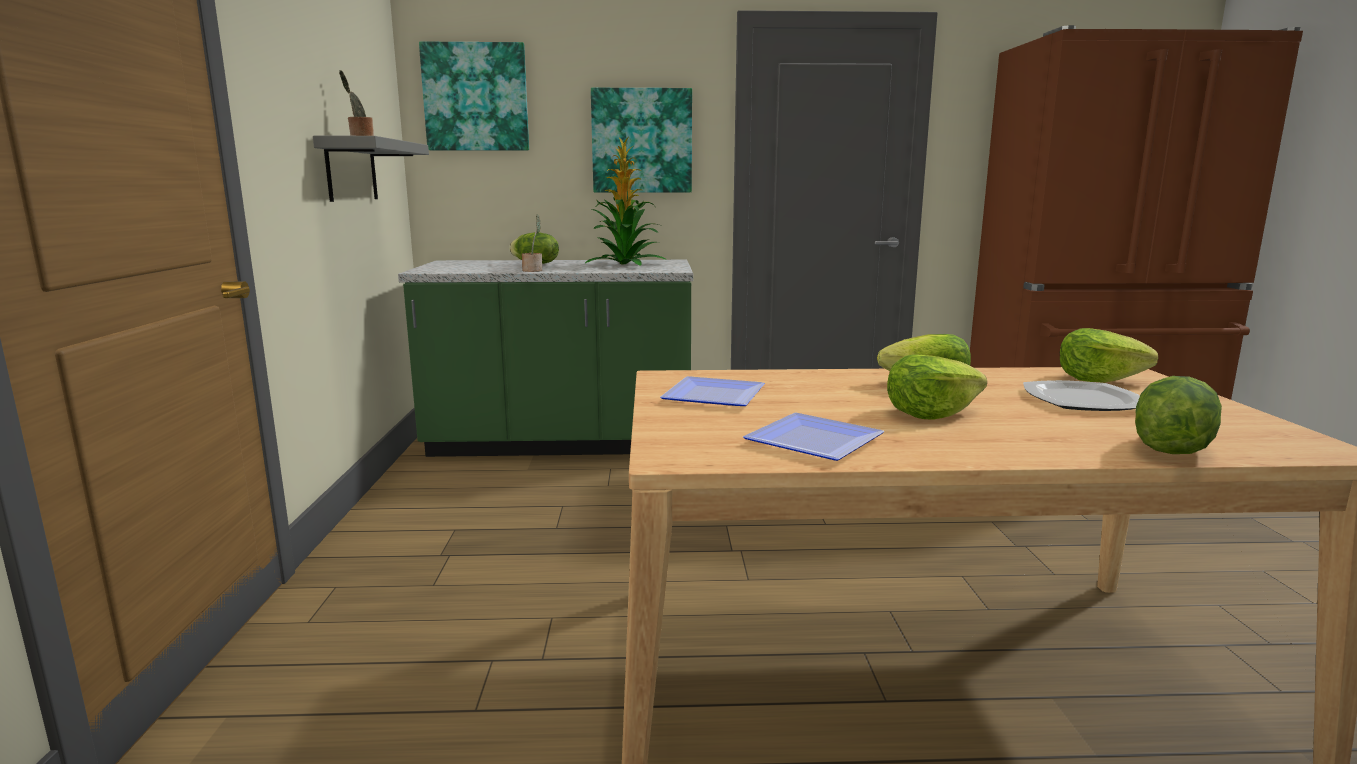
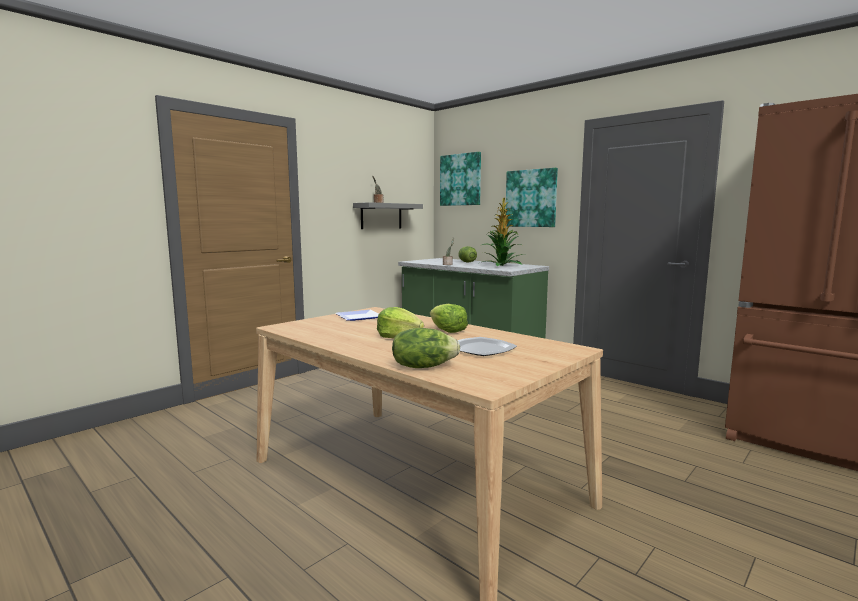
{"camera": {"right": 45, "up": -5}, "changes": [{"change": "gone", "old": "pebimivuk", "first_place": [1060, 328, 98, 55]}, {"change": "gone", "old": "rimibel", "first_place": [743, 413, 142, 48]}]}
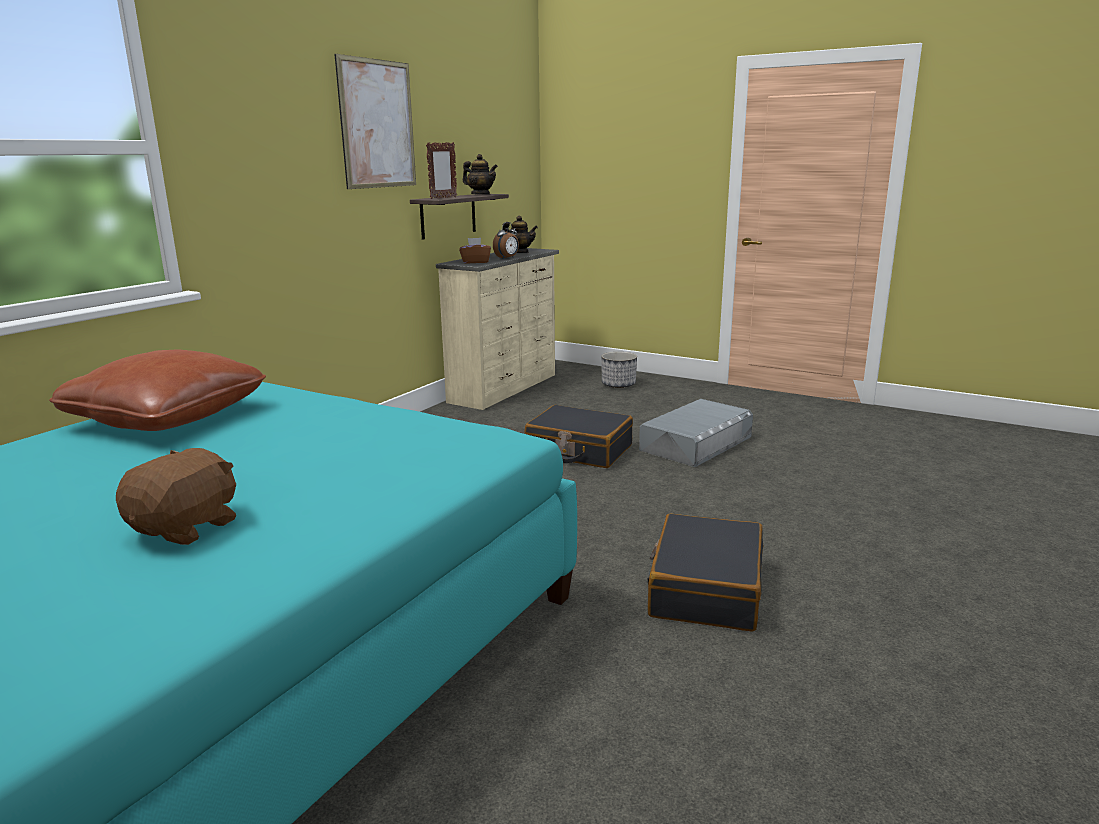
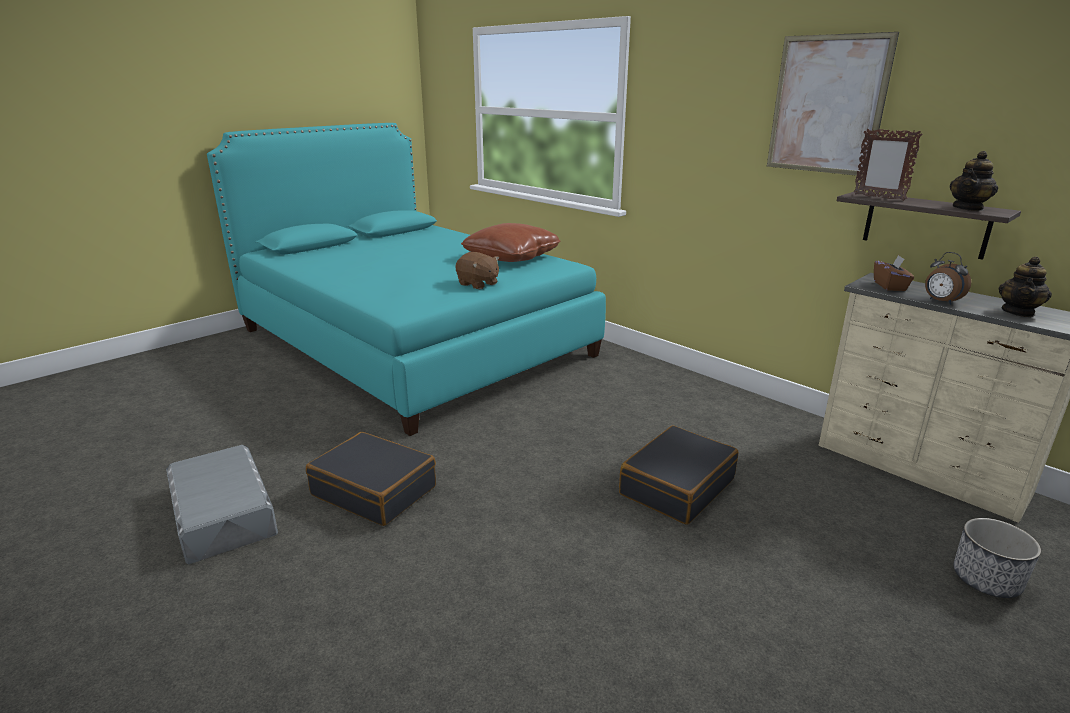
{"camera": {"right": 105, "up": 5}, "changes": [{"change": "shifted", "old": "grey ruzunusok", "first_place": [639, 399, 114, 68], "second_place": [166, 445, 112, 119]}, {"change": "shifted", "old": "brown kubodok", "first_place": [116, 448, 120, 97], "second_place": [455, 252, 44, 37]}]}
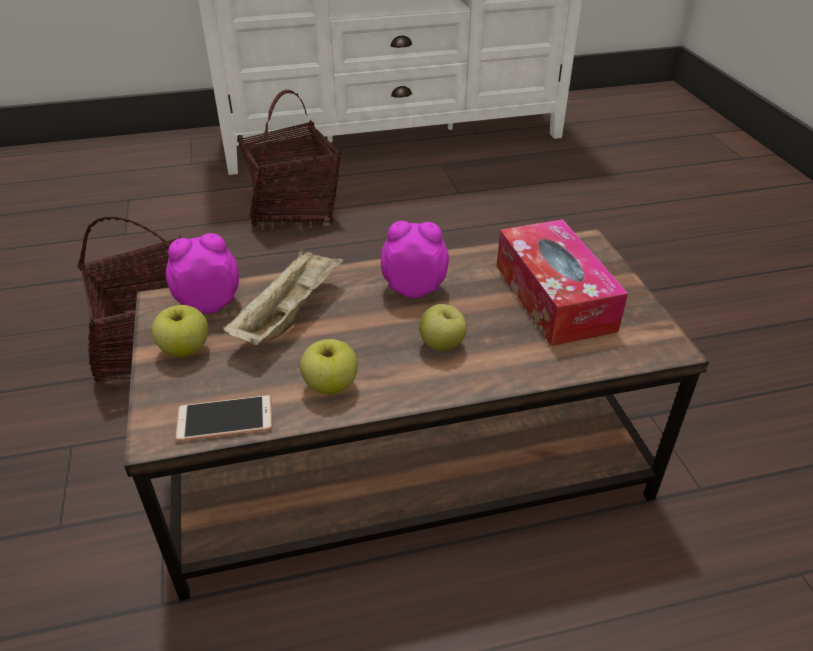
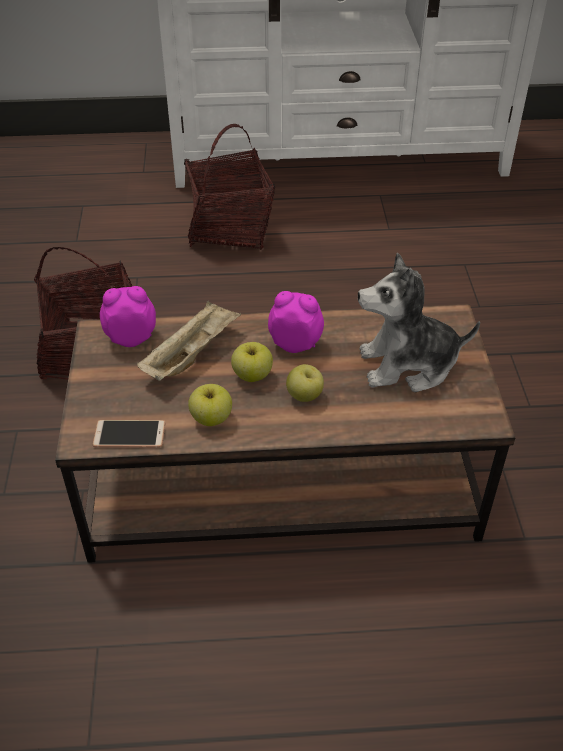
{"camera": {"right": 10, "up": 5}, "changes": [{"change": "swapped", "old": "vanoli", "new": "kubodok", "first_place": [497, 219, 131, 127], "second_place": [358, 253, 122, 139]}, {"change": "shifted", "old": "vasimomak", "first_place": [152, 305, 56, 52], "second_place": [231, 342, 42, 40]}]}
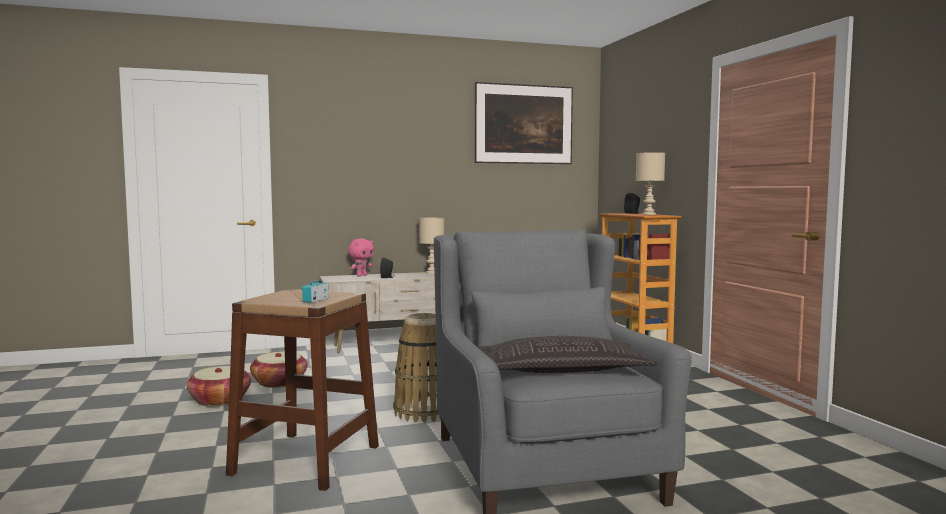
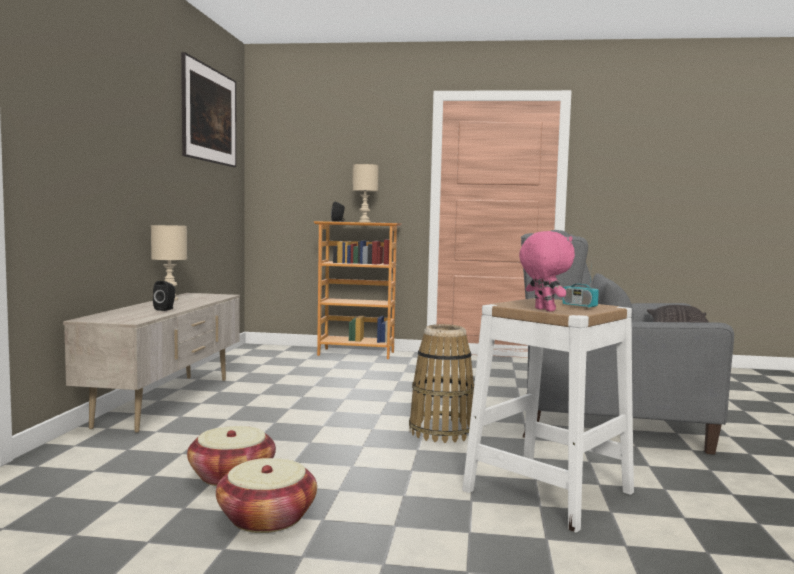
{"camera": {"right": -65, "up": 0}, "changes": [{"change": "shifted", "old": "pink kubodok", "first_place": [348, 239, 26, 37], "second_place": [519, 231, 56, 80]}, {"change": "repainted", "old": "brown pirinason", "new": "white pirinason", "first_place": [226, 289, 153, 202], "second_place": [462, 298, 172, 235]}]}
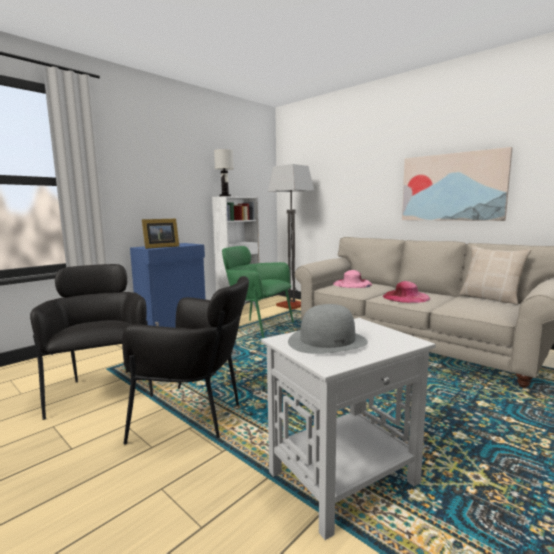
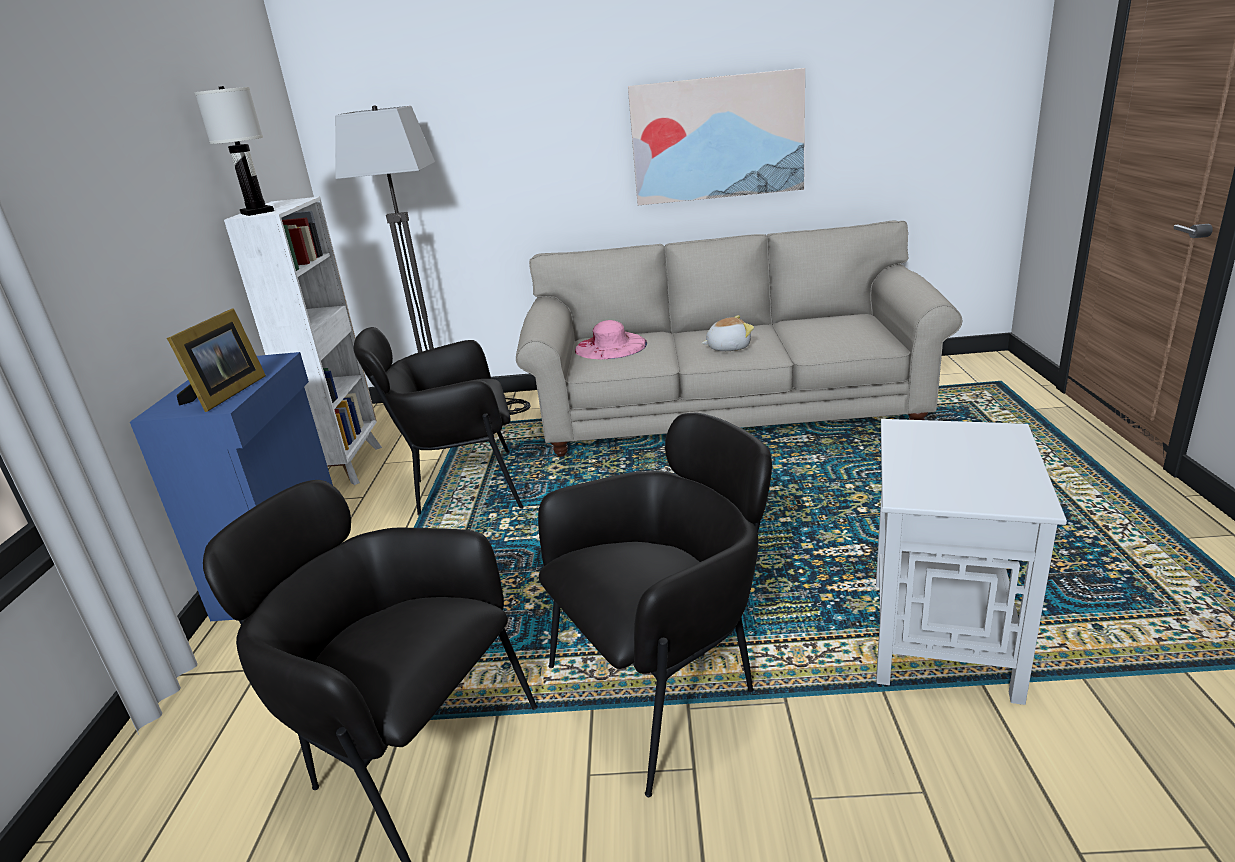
{"camera": {"right": -40, "up": 15}, "changes": [{"change": "gone", "old": "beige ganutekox", "first_place": [459, 245, 72, 60]}, {"change": "repainted", "old": "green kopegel", "new": "black kopegel", "first_place": [222, 246, 72, 92], "second_place": [353, 327, 171, 188]}, {"change": "swapped", "old": "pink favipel", "new": "kubodok", "first_place": [383, 281, 47, 22], "second_place": [702, 315, 52, 36]}, {"change": "gone", "old": "grey favipel", "first_place": [288, 304, 80, 50]}]}
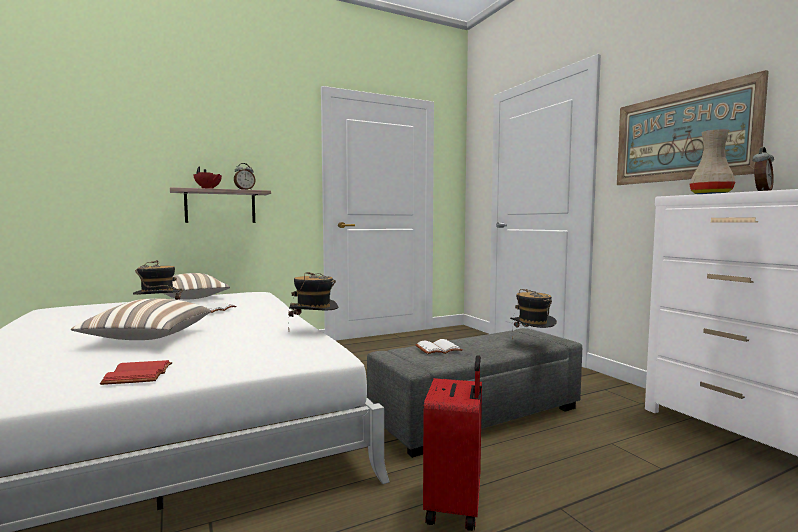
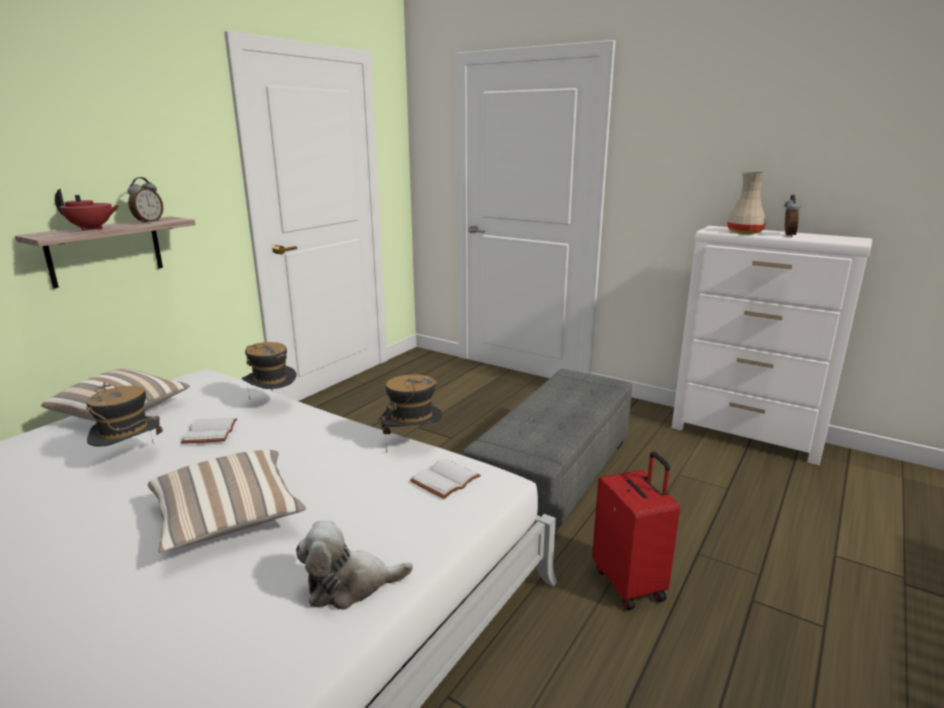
{"camera": {"right": -30, "up": 15}, "changes": [{"change": "gone", "old": "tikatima", "first_place": [617, 70, 152, 115]}, {"change": "shifted", "old": "favipel", "first_place": [510, 289, 47, 51], "second_place": [242, 342, 55, 57]}, {"change": "shifted", "old": "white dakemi", "first_place": [415, 339, 48, 15], "second_place": [410, 459, 71, 40]}, {"change": "swapped", "old": "red dakemi", "new": "kubodok", "first_place": [100, 360, 73, 25], "second_place": [296, 520, 117, 90]}]}
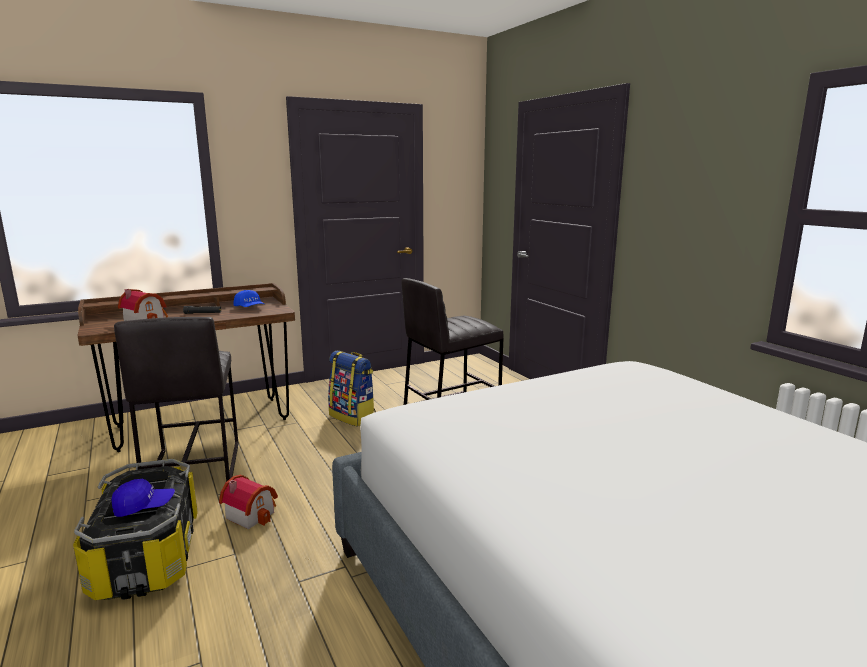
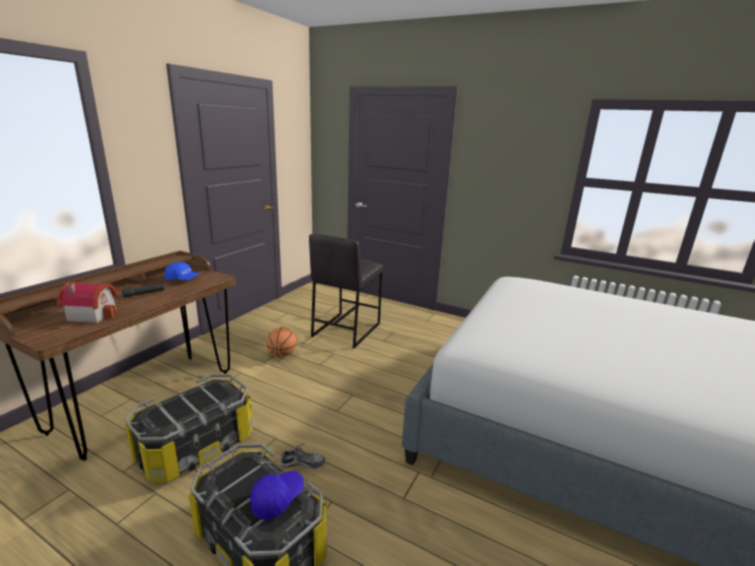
{"camera": {"right": -35, "up": 5}, "changes": [{"change": "swapped", "old": "grey pirinason", "new": "ruzunusok", "first_place": [114, 317, 125, 165], "second_place": [125, 374, 128, 108]}, {"change": "swapped", "old": "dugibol", "new": "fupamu", "first_place": [328, 351, 48, 76], "second_place": [266, 327, 31, 30]}, {"change": "swapped", "old": "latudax", "new": "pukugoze", "first_place": [219, 475, 59, 54], "second_place": [280, 443, 45, 26]}]}
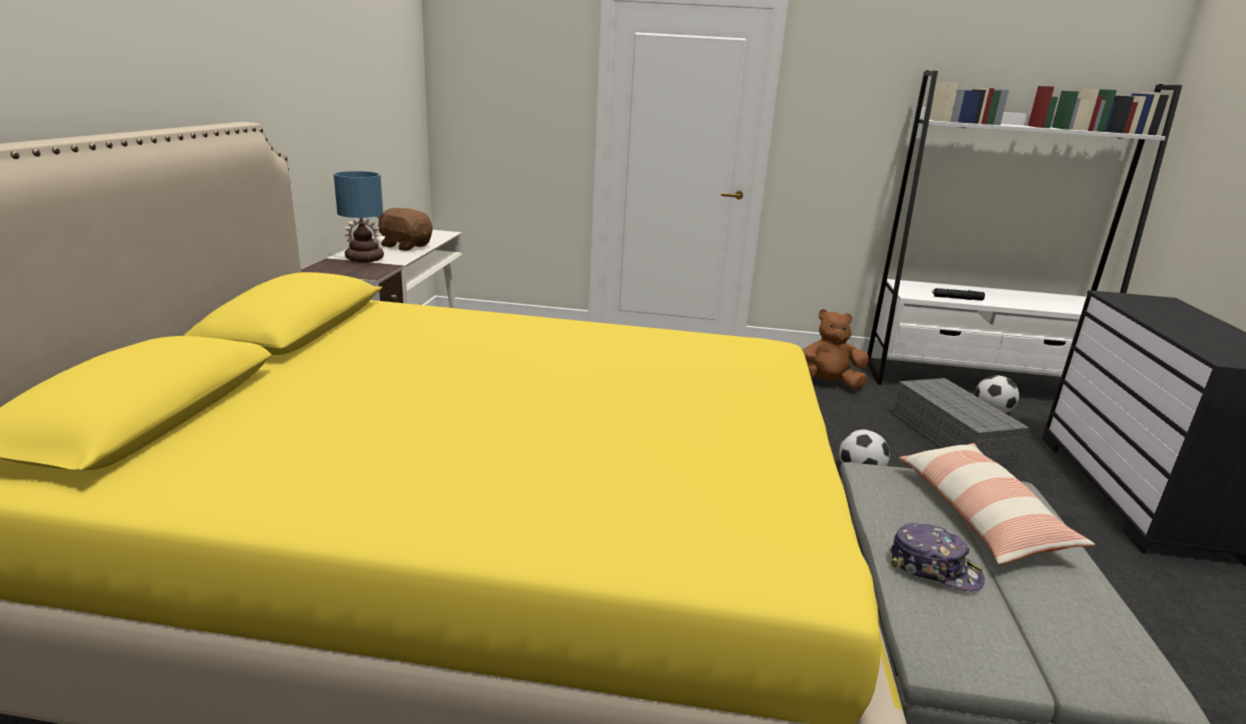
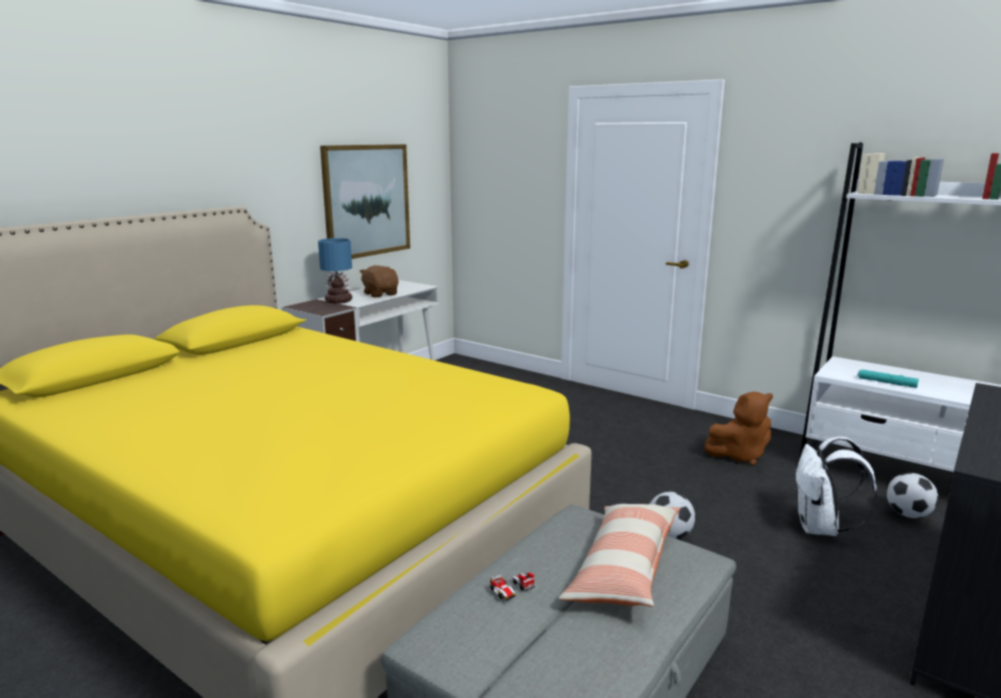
{"camera": {"right": 30, "up": -5}, "changes": [{"change": "repainted", "old": "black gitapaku", "new": "turquoise gitapaku", "first_place": [932, 288, 53, 12], "second_place": [857, 369, 62, 19]}, {"change": "rotated", "old": "brown kubodok", "first_place": [802, 309, 67, 80], "second_place": [704, 392, 69, 74], "degrees": 135}, {"change": "swapped", "old": "grey ruzunusok", "new": "white dugibol", "first_place": [893, 378, 136, 87], "second_place": [796, 437, 82, 99]}, {"change": "swapped", "old": "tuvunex", "new": "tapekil", "first_place": [890, 523, 95, 68], "second_place": [490, 573, 45, 27]}, {"change": "new", "new": "tikatima", "second_place": [320, 144, 90, 115]}]}
